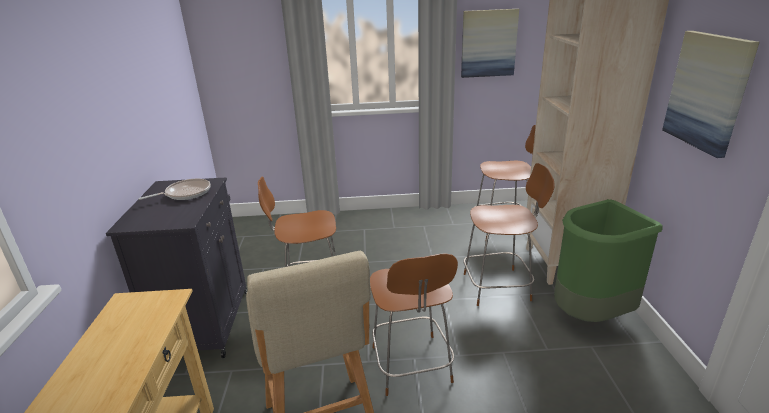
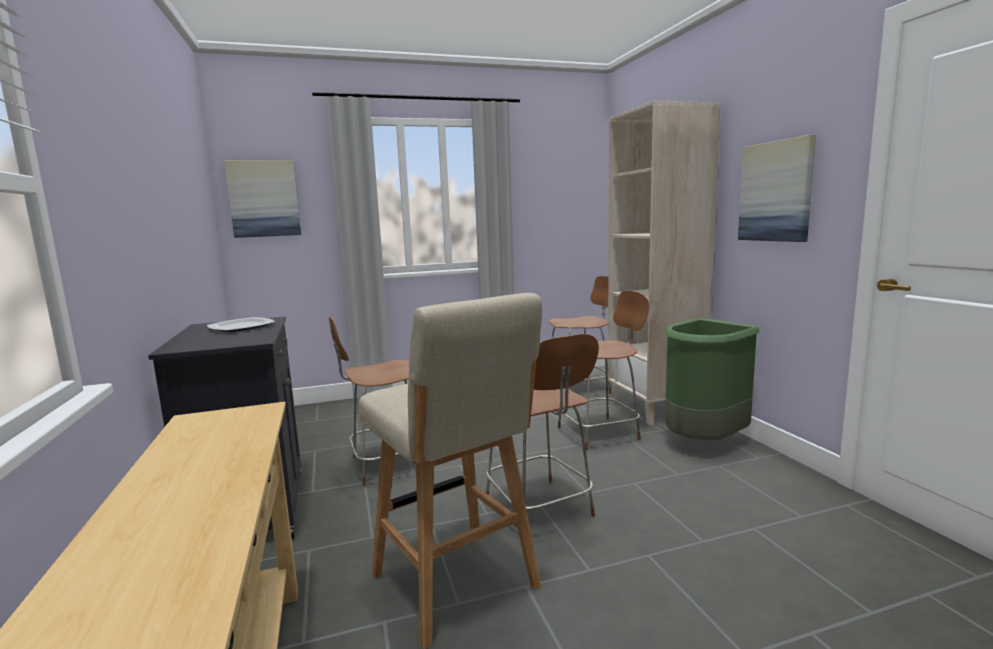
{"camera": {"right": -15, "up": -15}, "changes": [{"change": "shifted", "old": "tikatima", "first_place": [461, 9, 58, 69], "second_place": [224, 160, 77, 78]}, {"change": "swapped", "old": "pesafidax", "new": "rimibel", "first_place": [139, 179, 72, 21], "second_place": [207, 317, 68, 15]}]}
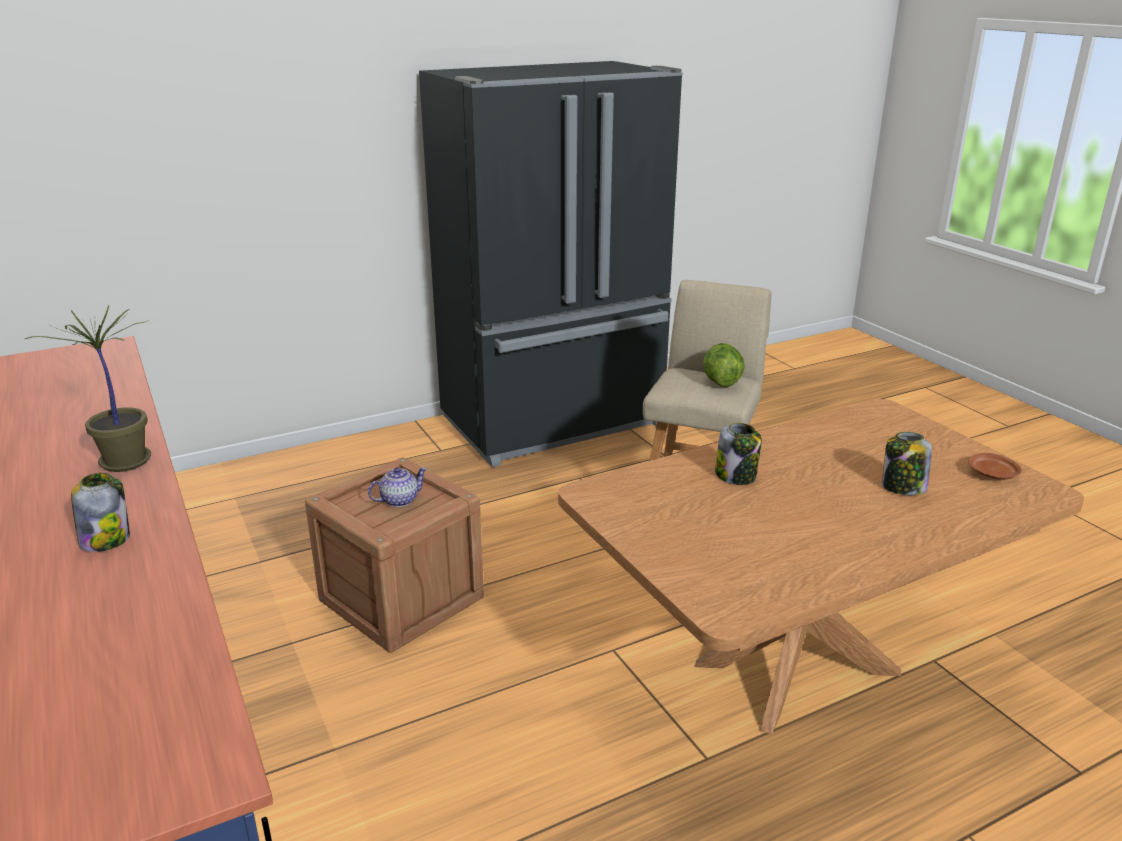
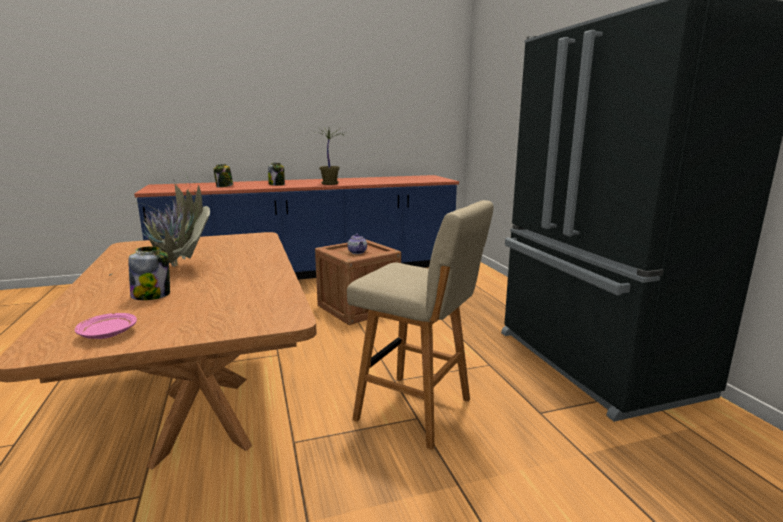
{"camera": {"right": 100, "up": -10}, "changes": [{"change": "gone", "old": "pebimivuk", "first_place": [703, 343, 42, 44]}, {"change": "shifted", "old": "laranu", "first_place": [715, 423, 47, 62], "second_place": [213, 164, 21, 23]}, {"change": "repainted", "old": "brown rimibel", "new": "pink rimibel", "first_place": [968, 453, 54, 27], "second_place": [75, 313, 62, 26]}, {"change": "new", "new": "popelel", "second_place": [109, 171, 101, 105]}]}
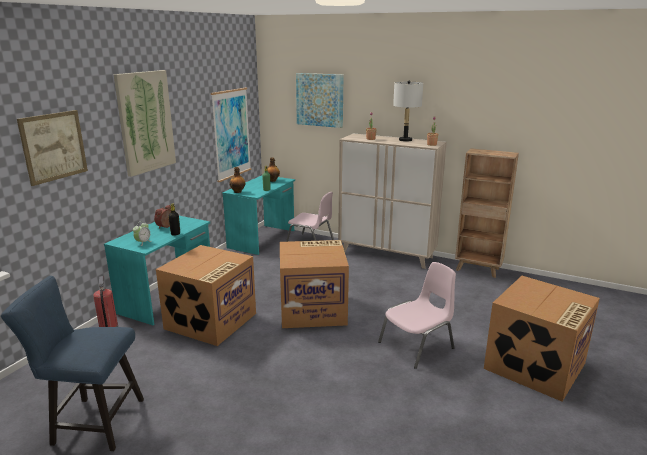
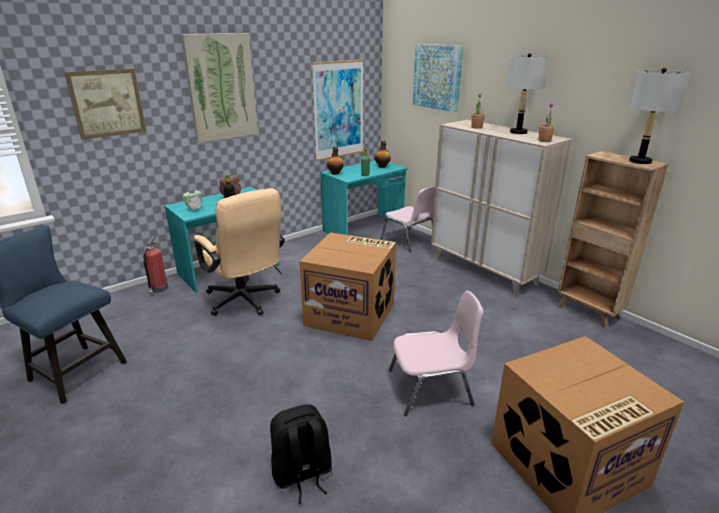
{"camera": {"right": 25, "up": 5}, "changes": [{"change": "swapped", "old": "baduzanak", "new": "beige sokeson", "first_place": [156, 245, 100, 101], "second_place": [194, 188, 91, 128]}, {"change": "new", "new": "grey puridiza", "second_place": [629, 68, 61, 96]}, {"change": "new", "new": "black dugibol", "second_place": [270, 404, 62, 100]}]}
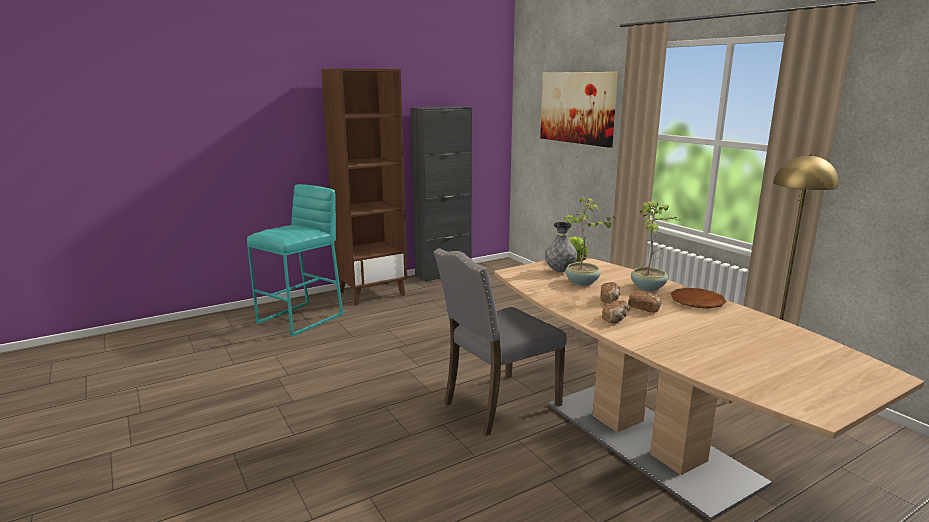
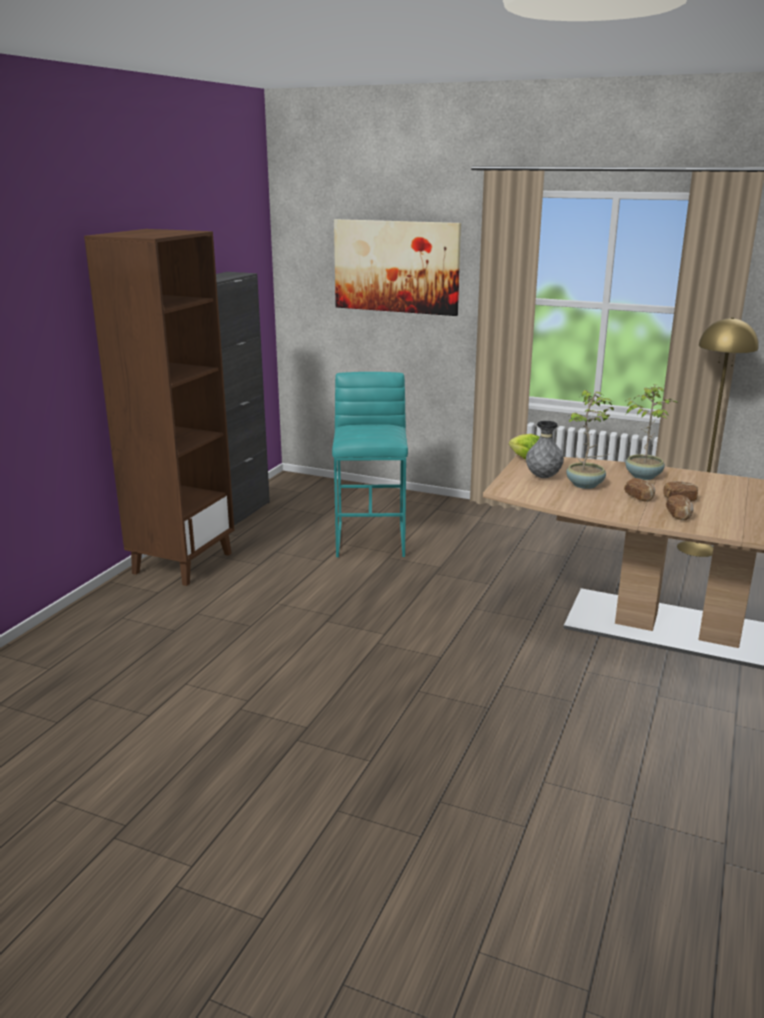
{"camera": {"right": -35, "up": 5}, "changes": [{"change": "shifted", "old": "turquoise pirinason", "first_place": [247, 184, 96, 153], "second_place": [332, 372, 76, 185]}, {"change": "gone", "old": "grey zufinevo", "first_place": [433, 248, 134, 188]}, {"change": "gone", "old": "brown rimibel", "first_place": [670, 288, 57, 21]}]}
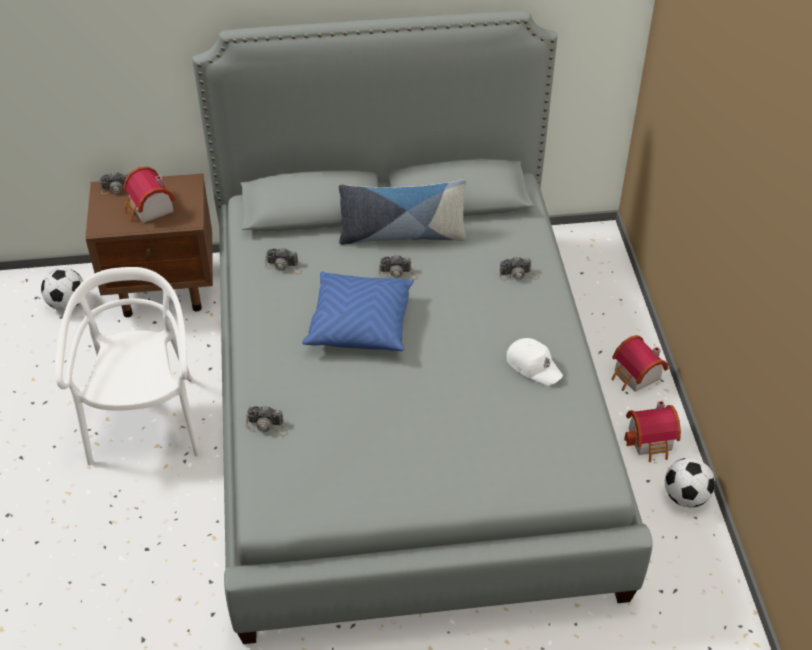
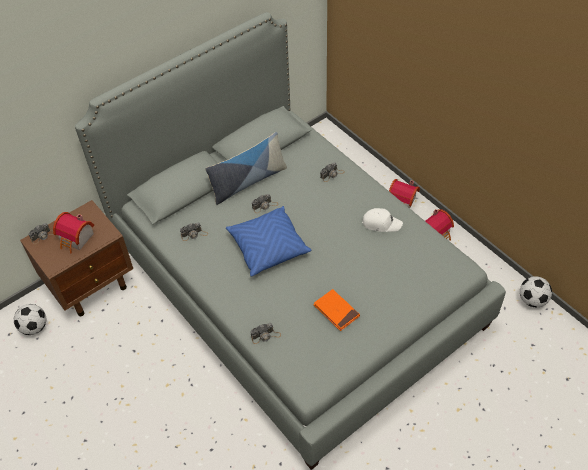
{"camera": {"right": -30, "up": 5}, "changes": [{"change": "gone", "old": "white zufinevo", "first_place": [55, 267, 145, 198]}, {"change": "shifted", "old": "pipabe", "first_place": [665, 458, 50, 49], "second_place": [520, 276, 32, 31]}, {"change": "new", "new": "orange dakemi", "second_place": [314, 289, 46, 42]}]}
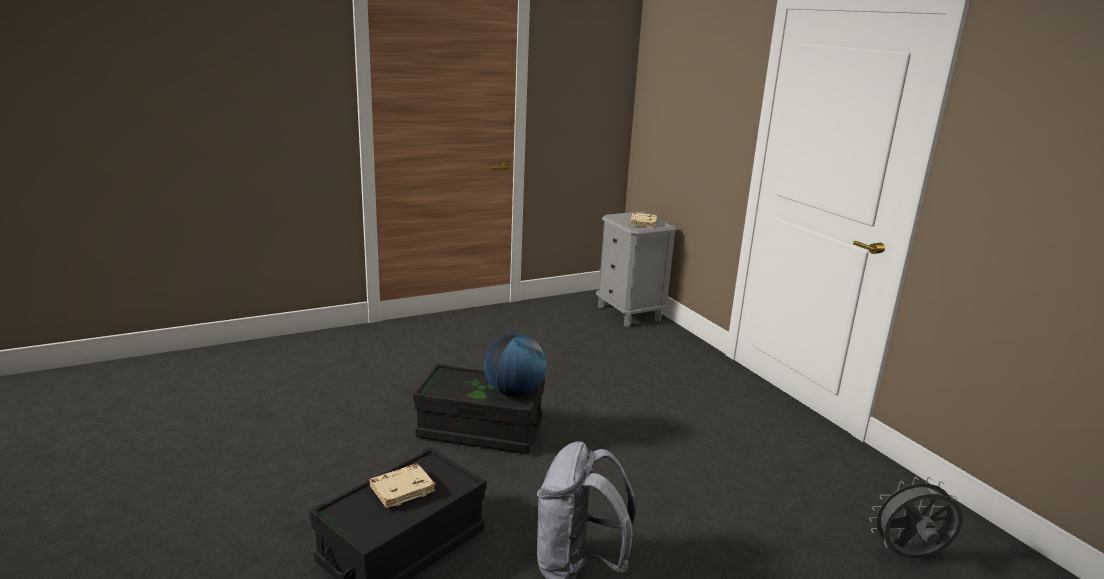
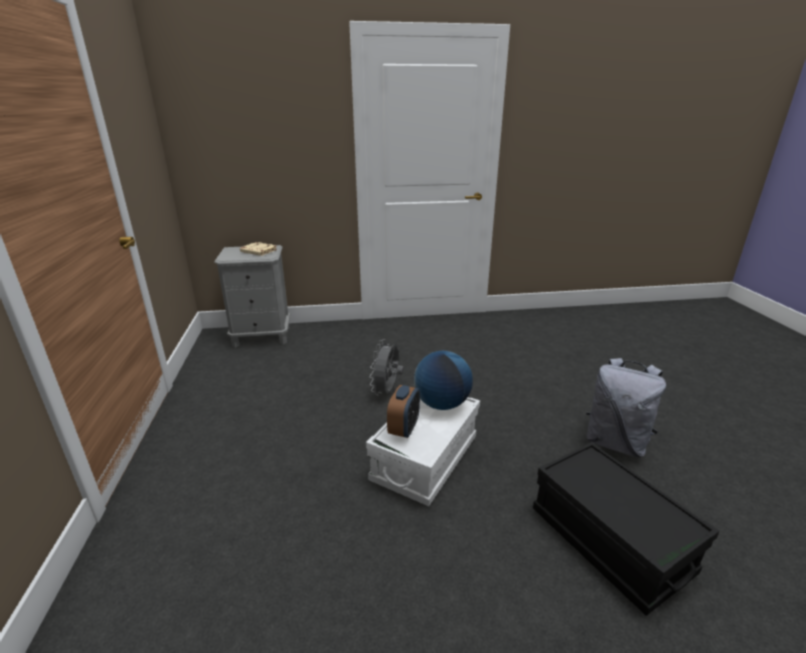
{"camera": {"right": -70, "up": 5}, "changes": [{"change": "repainted", "old": "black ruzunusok", "new": "white ruzunusok", "first_place": [413, 363, 132, 91], "second_place": [366, 397, 114, 109]}, {"change": "gone", "old": "beige dakemi", "first_place": [369, 463, 67, 46]}, {"change": "shifted", "old": "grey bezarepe", "first_place": [869, 477, 94, 81], "second_place": [370, 339, 34, 57]}, {"change": "new", "new": "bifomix", "second_place": [387, 385, 33, 53]}]}
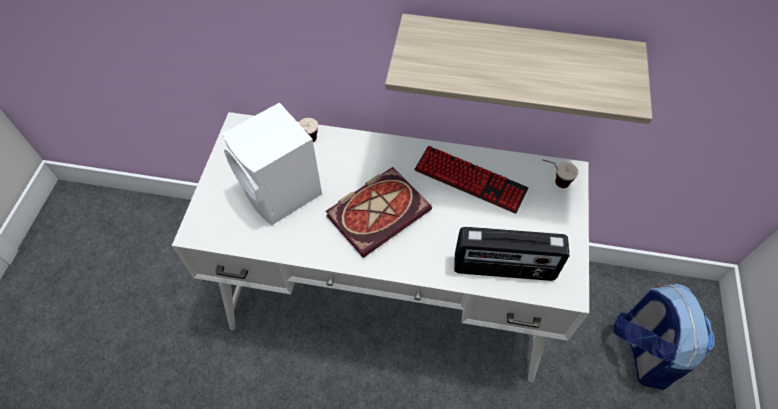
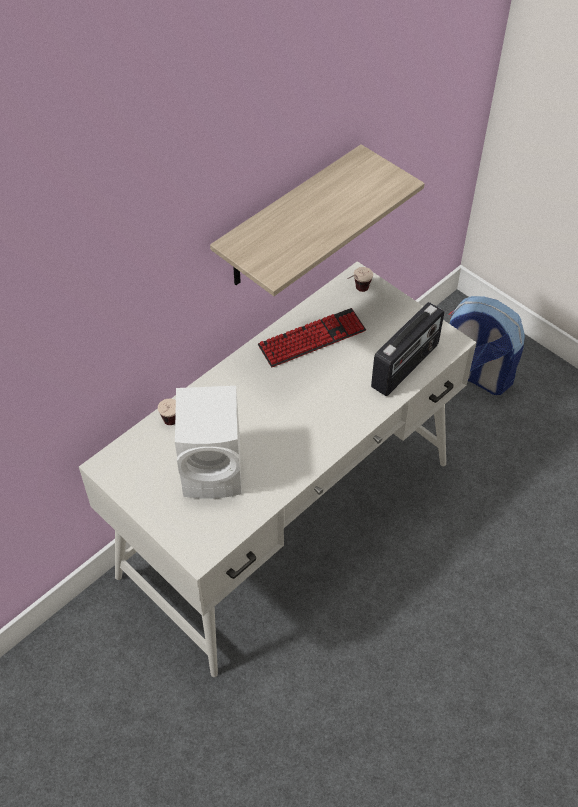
{"camera": {"right": -55, "up": -5}, "changes": [{"change": "gone", "old": "dakemi", "first_place": [325, 167, 107, 91]}]}
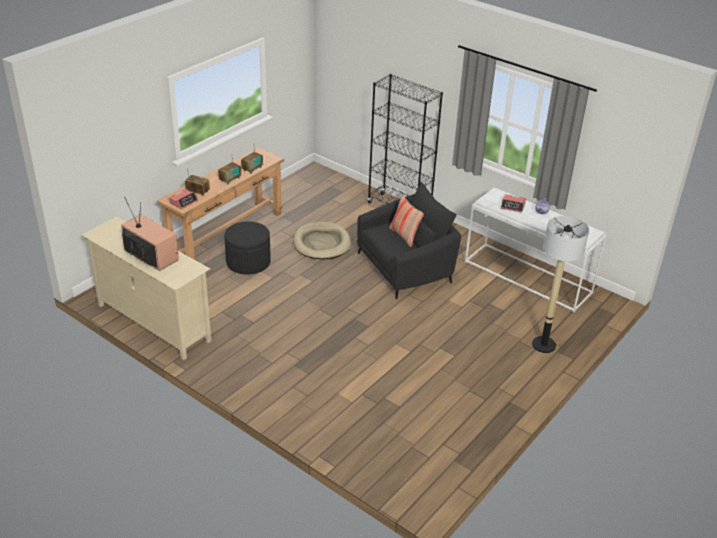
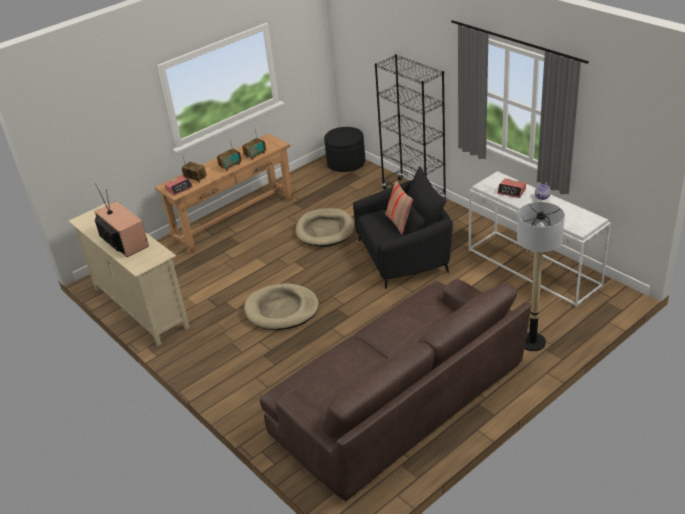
{"camera": {"right": 15, "up": 0}, "changes": [{"change": "shifted", "old": "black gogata", "first_place": [224, 221, 47, 54], "second_place": [324, 127, 41, 45]}, {"change": "new", "new": "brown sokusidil", "second_place": [260, 279, 271, 222]}, {"change": "new", "new": "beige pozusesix", "second_place": [244, 283, 75, 47]}]}
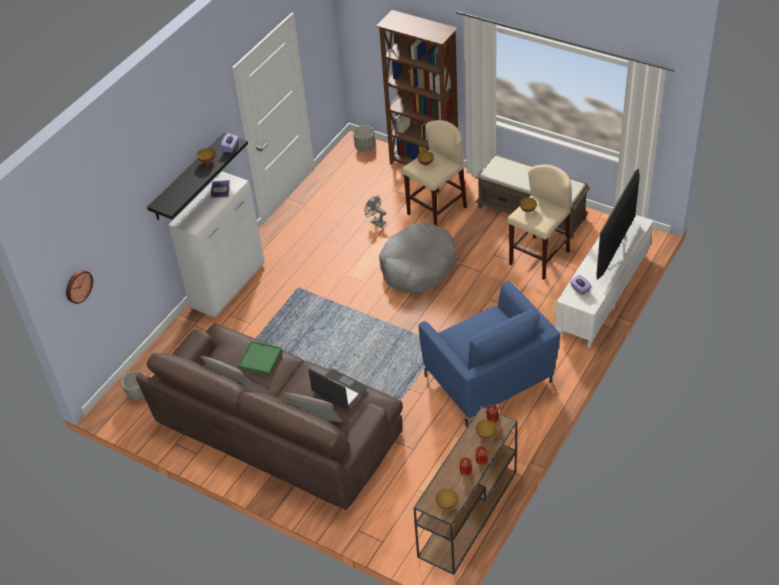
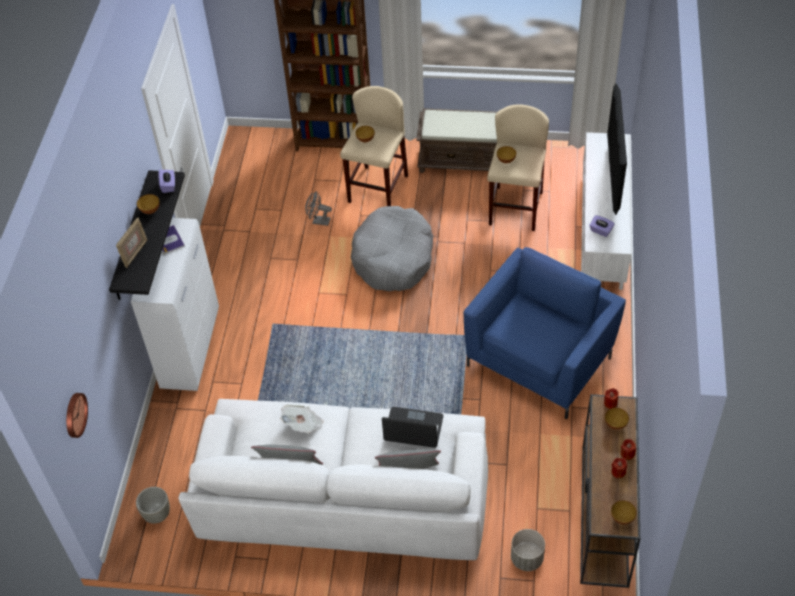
{"camera": {"right": -25, "up": 5}, "changes": [{"change": "shifted", "old": "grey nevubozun", "first_place": [353, 125, 23, 27], "second_place": [511, 529, 34, 42]}, {"change": "rotated", "old": "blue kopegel", "first_place": [418, 281, 142, 146], "second_place": [464, 247, 162, 172], "degrees": -90}, {"change": "repainted", "old": "brown sokusidil", "new": "white sokusidil", "first_place": [136, 323, 267, 187], "second_place": [178, 399, 310, 162]}, {"change": "swapped", "old": "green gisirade", "new": "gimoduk", "first_place": [238, 341, 44, 35], "second_place": [280, 405, 44, 28]}, {"change": "new", "new": "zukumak", "second_place": [116, 217, 31, 51]}]}
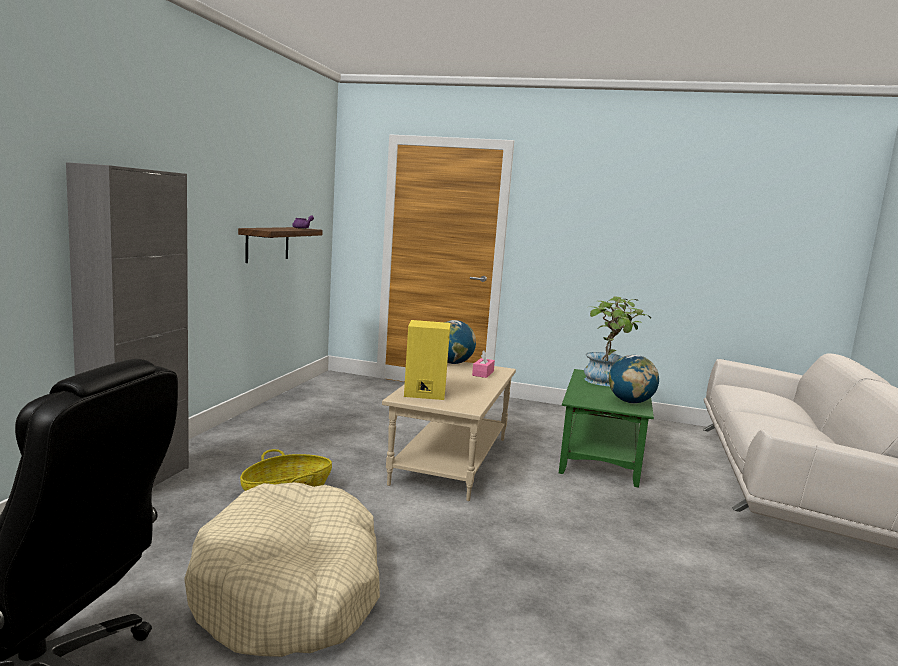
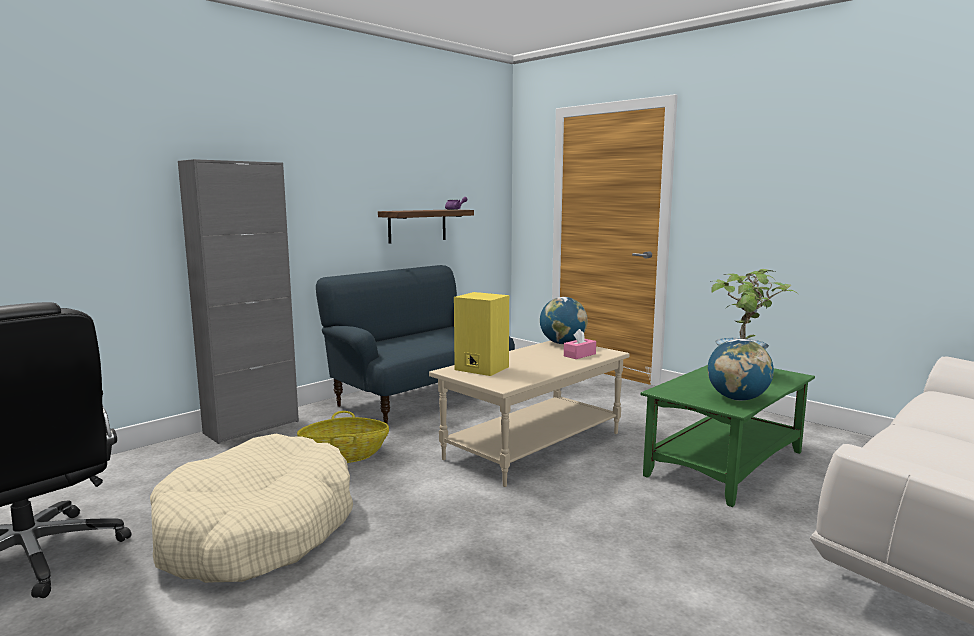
{"camera": {"right": 30, "up": 0}, "changes": [{"change": "new", "new": "blue sokusidil", "second_place": [316, 265, 199, 159]}]}
